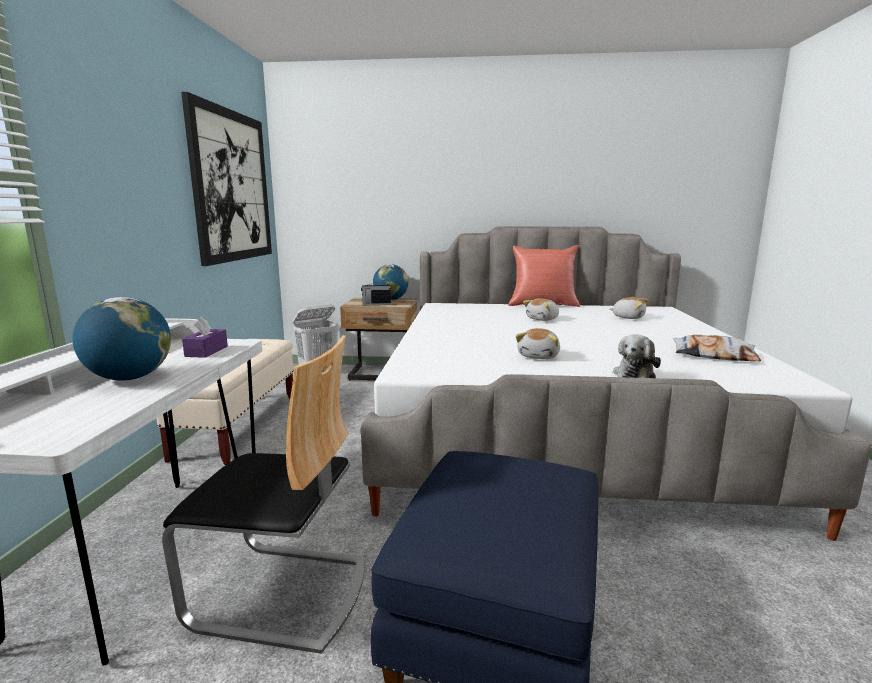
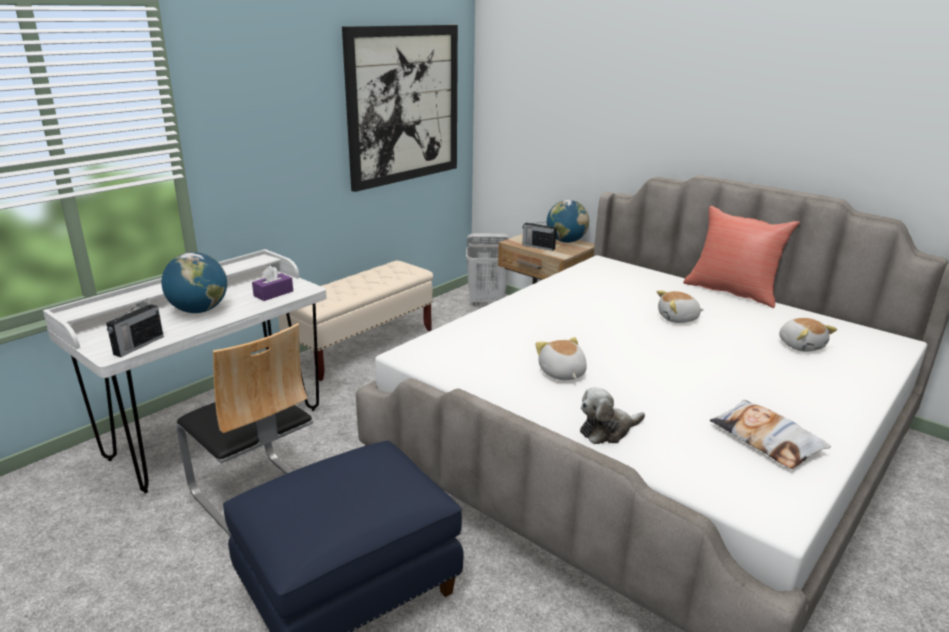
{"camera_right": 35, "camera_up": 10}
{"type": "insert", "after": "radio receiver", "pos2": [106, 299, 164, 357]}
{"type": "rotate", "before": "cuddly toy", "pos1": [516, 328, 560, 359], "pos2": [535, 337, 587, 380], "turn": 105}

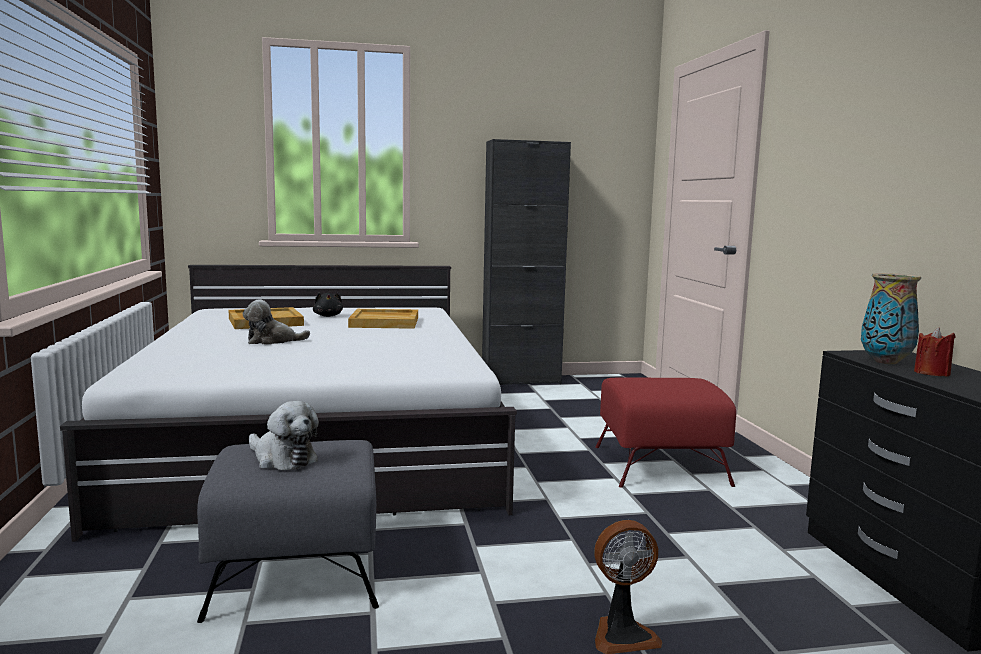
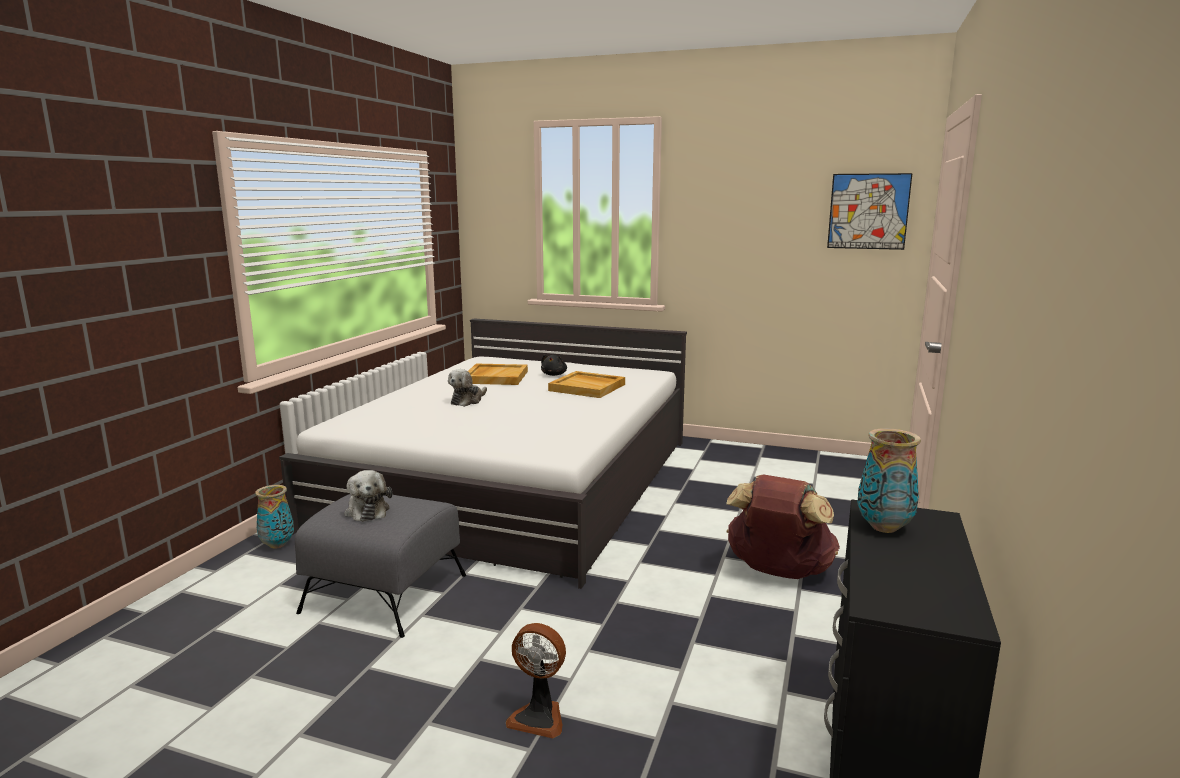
{"camera_right": 30, "camera_up": 5}
{"type": "insert", "after": "vase", "pos2": [255, 485, 294, 549]}
{"type": "rotate", "before": "cuddly toy", "pos1": [243, 300, 310, 345], "pos2": [448, 369, 487, 407], "turn": -75}
{"type": "replace", "before": "pouffe/reddish", "after": "backpack/brownish", "pos1": [595, 377, 736, 488], "pos2": [726, 474, 840, 579]}
{"type": "insert", "after": "picture", "pos2": [827, 173, 912, 250]}
{"type": "delete", "before": "storage cabinet/black-coloured", "pos1": [482, 139, 571, 385]}
{"type": "delete", "before": "candle/reddish", "pos1": [914, 328, 956, 377]}

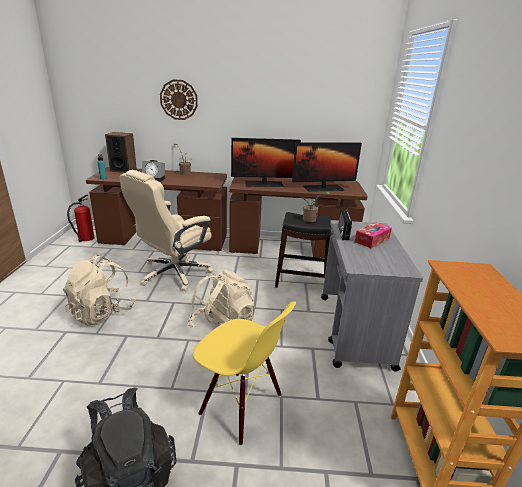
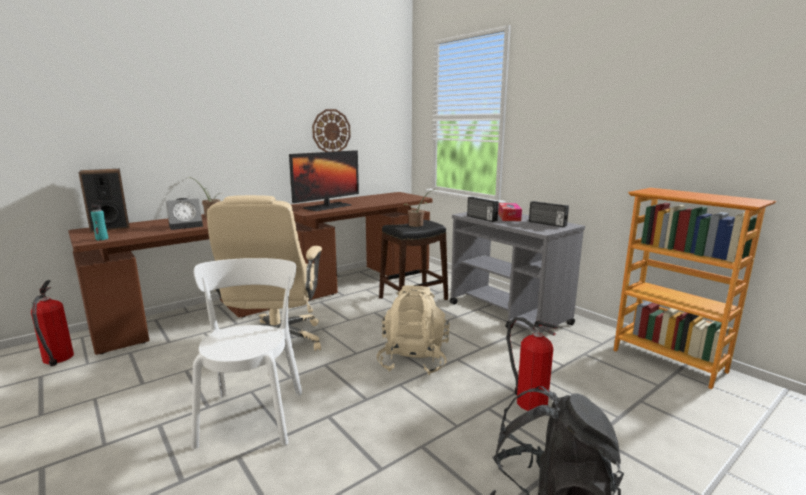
{"camera_right": -40, "camera_up": -10}
{"type": "replace", "before": "backpack/beige", "after": "upright chair/whitish", "pos1": [63, 255, 135, 326], "pos2": [191, 258, 303, 449]}
{"type": "move", "before": "wall clock", "pos1": [160, 79, 198, 120], "pos2": [312, 109, 351, 152]}
{"type": "replace", "before": "upright chair/yellow-coloured", "after": "extinguisher", "pos1": [193, 301, 296, 446], "pos2": [507, 317, 558, 411]}
{"type": "insert", "after": "radio receiver", "pos2": [529, 201, 569, 227]}
{"type": "delete", "before": "monitor", "pos1": [292, 143, 362, 192]}

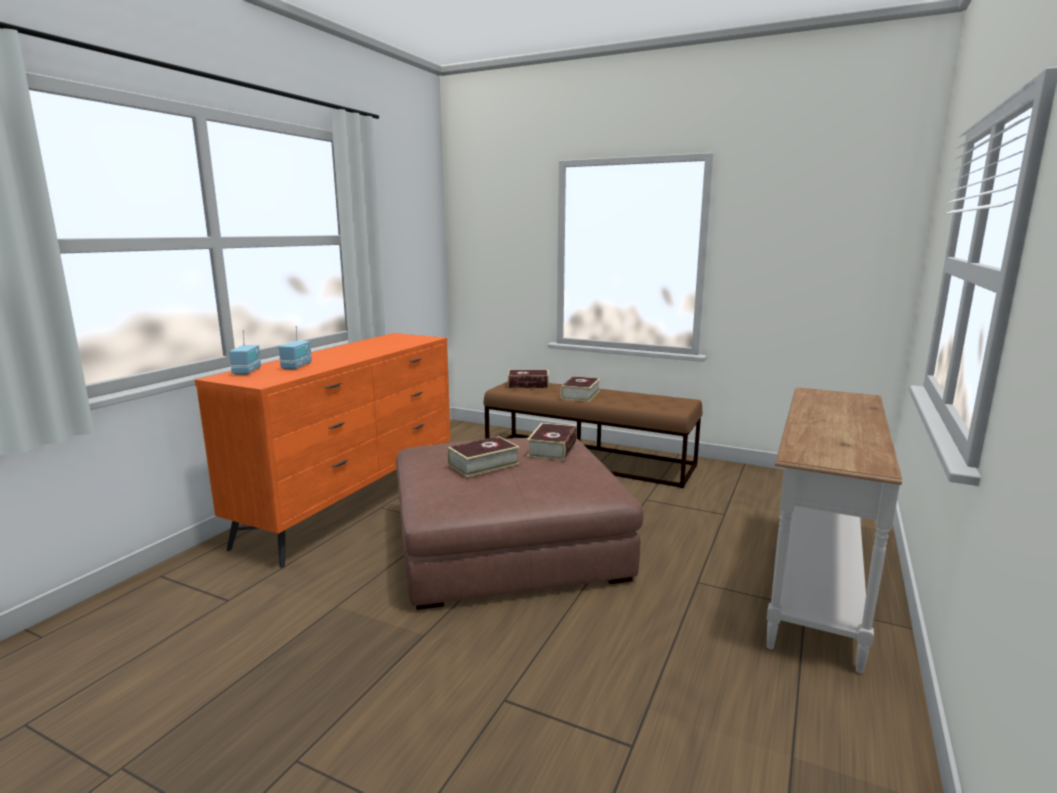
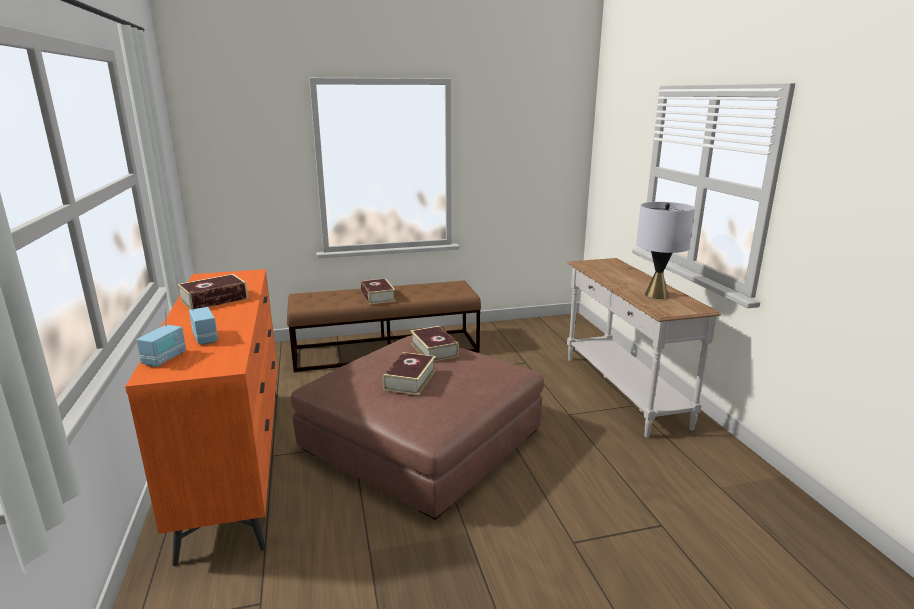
{"camera_right": -40, "camera_up": 5}
{"type": "rotate", "before": "radio receiver", "pos1": [229, 330, 261, 375], "pos2": [136, 308, 186, 367], "turn": 60}
{"type": "move", "before": "book", "pos1": [508, 369, 549, 388], "pos2": [177, 274, 248, 310]}
{"type": "insert", "after": "table lamp/grey", "pos2": [636, 202, 695, 299]}

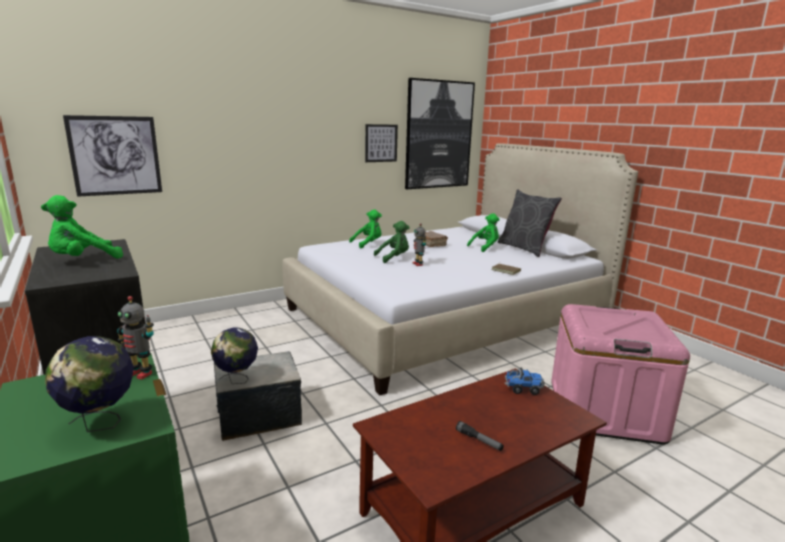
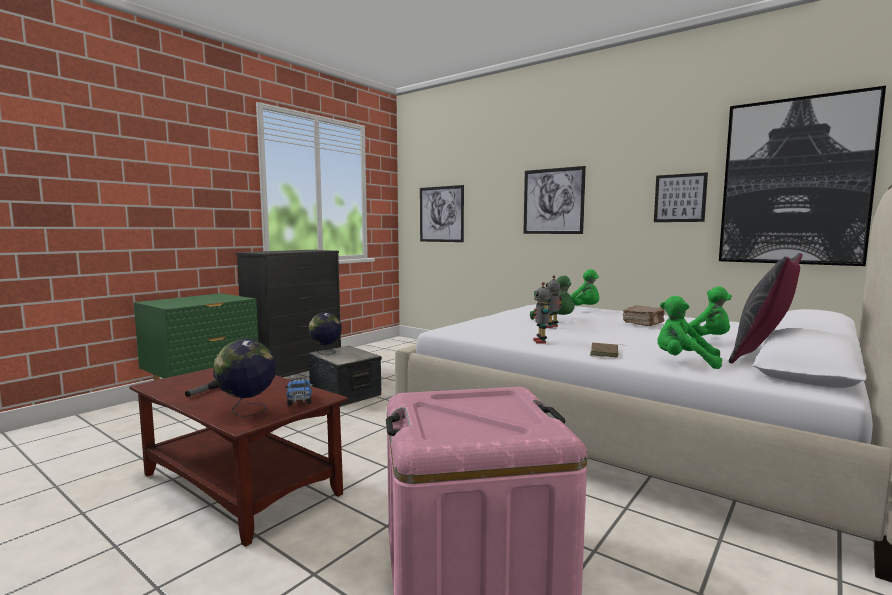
{"camera_right": 70, "camera_up": -10}
{"type": "move", "before": "desk globe", "pos1": [45, 336, 134, 432], "pos2": [213, 339, 276, 417]}
{"type": "insert", "after": "picture", "pos2": [523, 166, 586, 234]}
{"type": "move", "before": "model robot", "pos1": [117, 296, 154, 380], "pos2": [533, 282, 551, 343]}
{"type": "move", "before": "cuddly toy/greenish", "pos1": [41, 195, 123, 259], "pos2": [657, 296, 722, 369]}

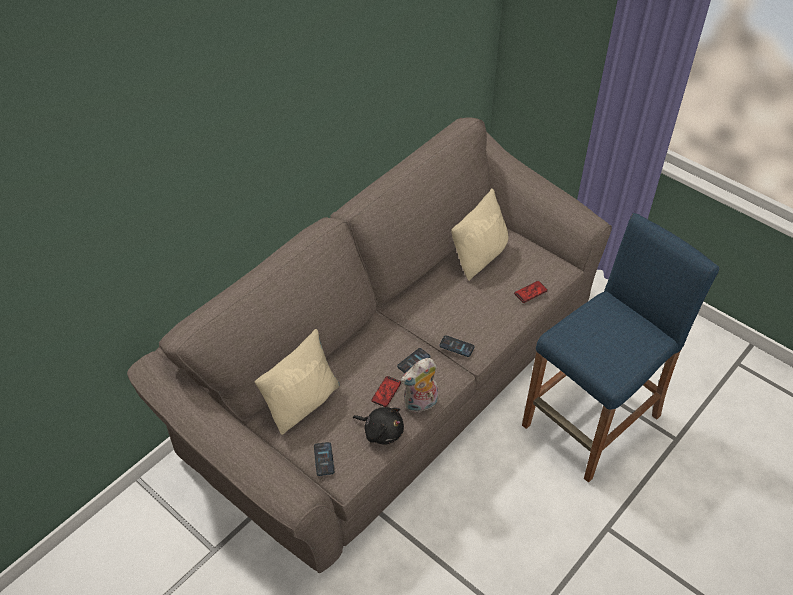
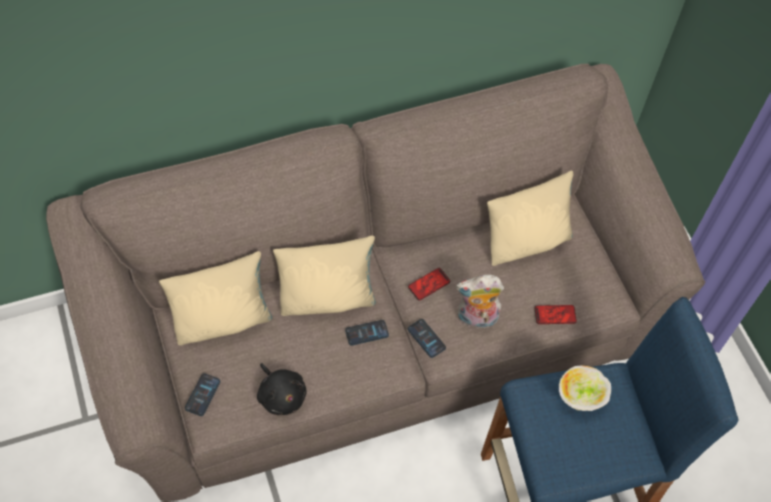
{"camera_right": 25, "camera_up": 10}
{"type": "insert", "after": "throw pillow/beige", "pos2": [273, 235, 376, 316]}
{"type": "move", "before": "phone", "pos1": [371, 376, 401, 407], "pos2": [408, 268, 450, 300]}
{"type": "move", "before": "cuddly toy", "pos1": [400, 358, 438, 413], "pos2": [456, 274, 504, 329]}
{"type": "insert", "after": "bowl", "pos2": [559, 366, 611, 411]}

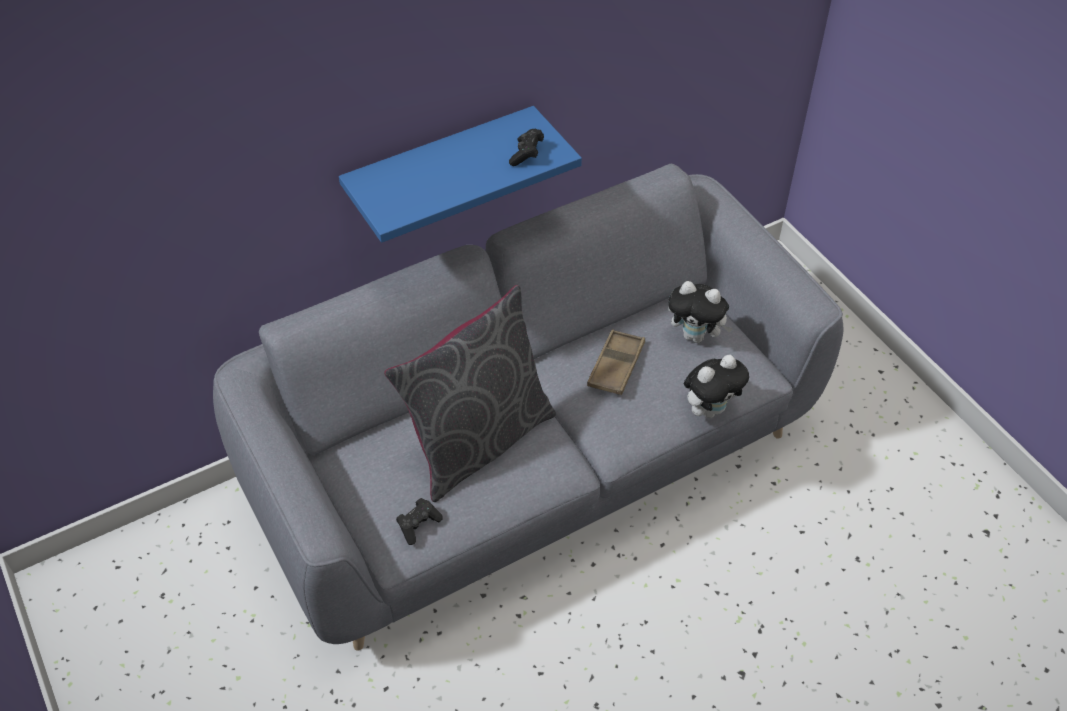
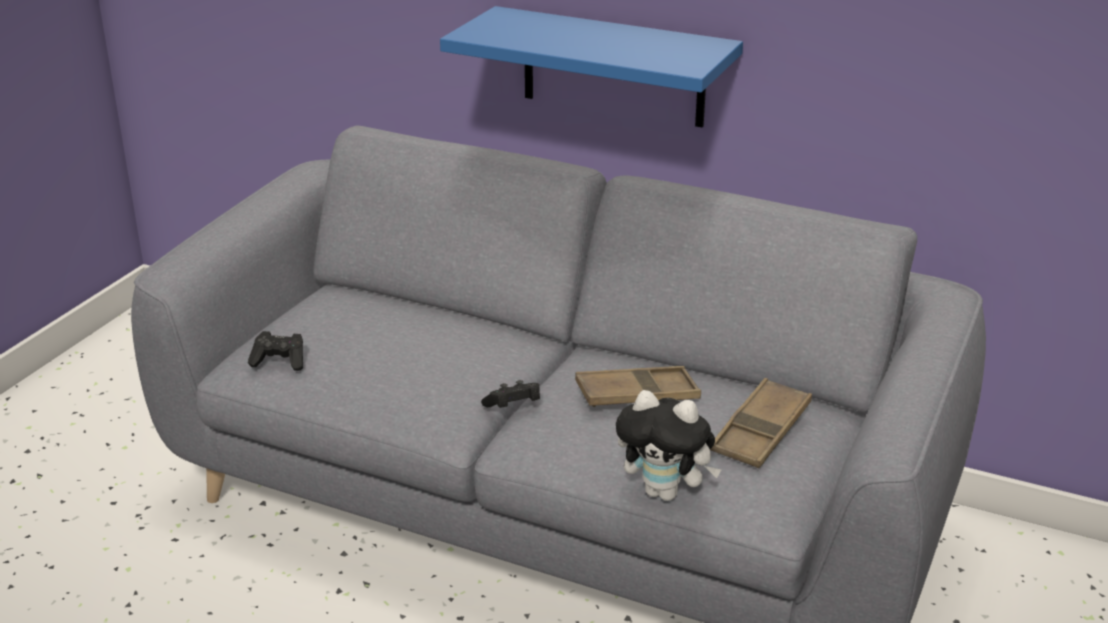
{"camera_right": 55, "camera_up": -20}
{"type": "move", "before": "joypad/black-coloured", "pos1": [509, 129, 544, 166], "pos2": [481, 380, 540, 408]}
{"type": "replace", "before": "cuddly toy", "after": "serving tray/brownish", "pos1": [668, 281, 733, 343], "pos2": [710, 378, 812, 468]}
{"type": "delete", "before": "throw pillow/grey", "pos1": [384, 285, 556, 502]}

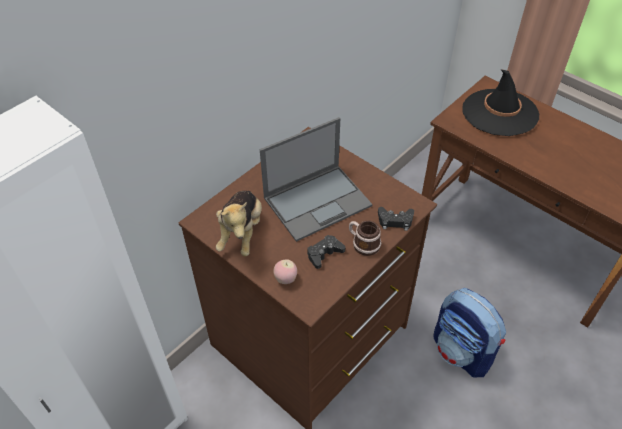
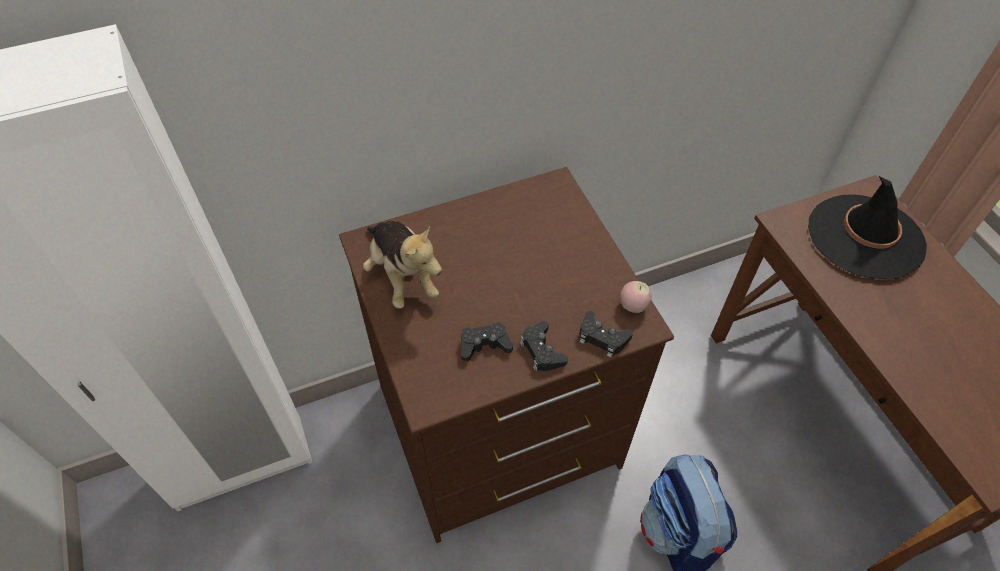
{"camera_right": 25, "camera_up": 5}
{"type": "rotate", "before": "cuddly toy", "pos1": [216, 191, 262, 256], "pos2": [363, 221, 442, 308], "turn": -60}
{"type": "replace", "before": "coffee mug", "after": "joypad/black-coloured", "pos1": [349, 221, 381, 256], "pos2": [520, 321, 568, 371]}
{"type": "move", "before": "apple fruit", "pos1": [274, 259, 297, 284], "pos2": [621, 281, 652, 313]}
{"type": "delete", "before": "notebook computer", "pos1": [260, 117, 372, 242]}

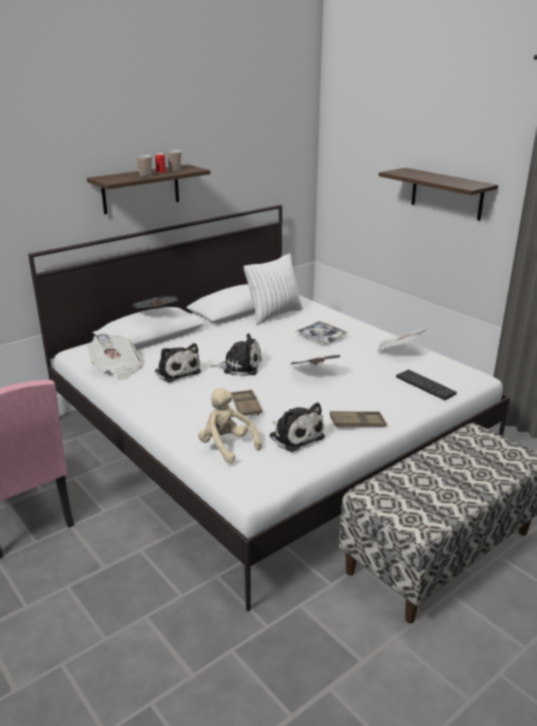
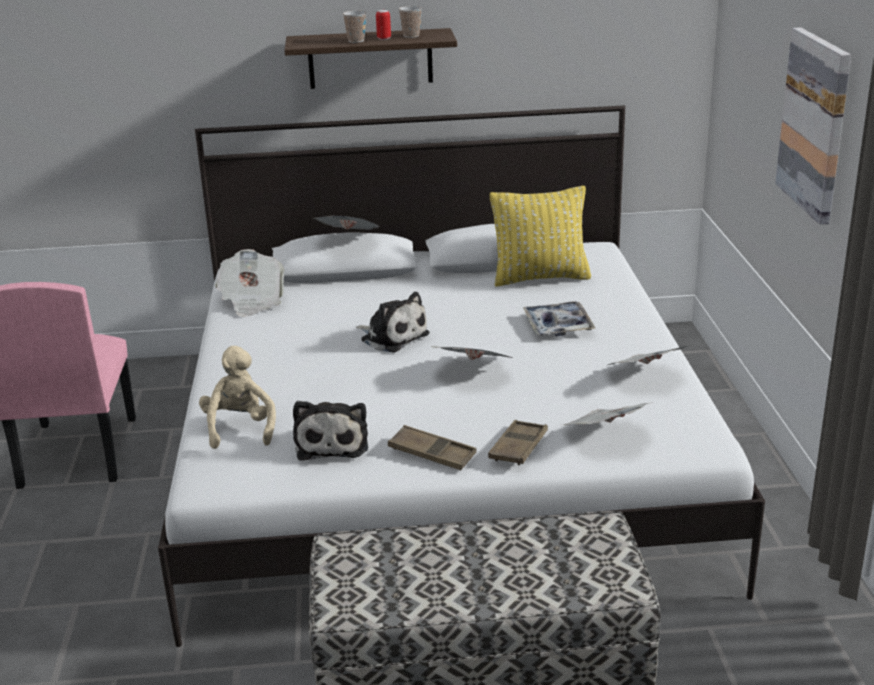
{"camera_right": 35, "camera_up": 0}
{"type": "move", "before": "serving tray/brownish", "pos1": [231, 389, 262, 416], "pos2": [488, 420, 548, 465]}
{"type": "recolor", "before": "throw pillow/whitish", "after": "throw pillow/yellow-coloured", "pos1": [244, 253, 303, 325], "pos2": [490, 186, 591, 287]}
{"type": "replace", "before": "PC keyboard", "after": "newspaper", "pos1": [396, 369, 457, 400], "pos2": [563, 402, 653, 425]}
{"type": "replace", "before": "bracket shelf", "after": "picture", "pos1": [379, 168, 498, 221], "pos2": [775, 27, 851, 225]}
{"type": "delete", "before": "cuddly toy", "pos1": [155, 343, 201, 383]}

